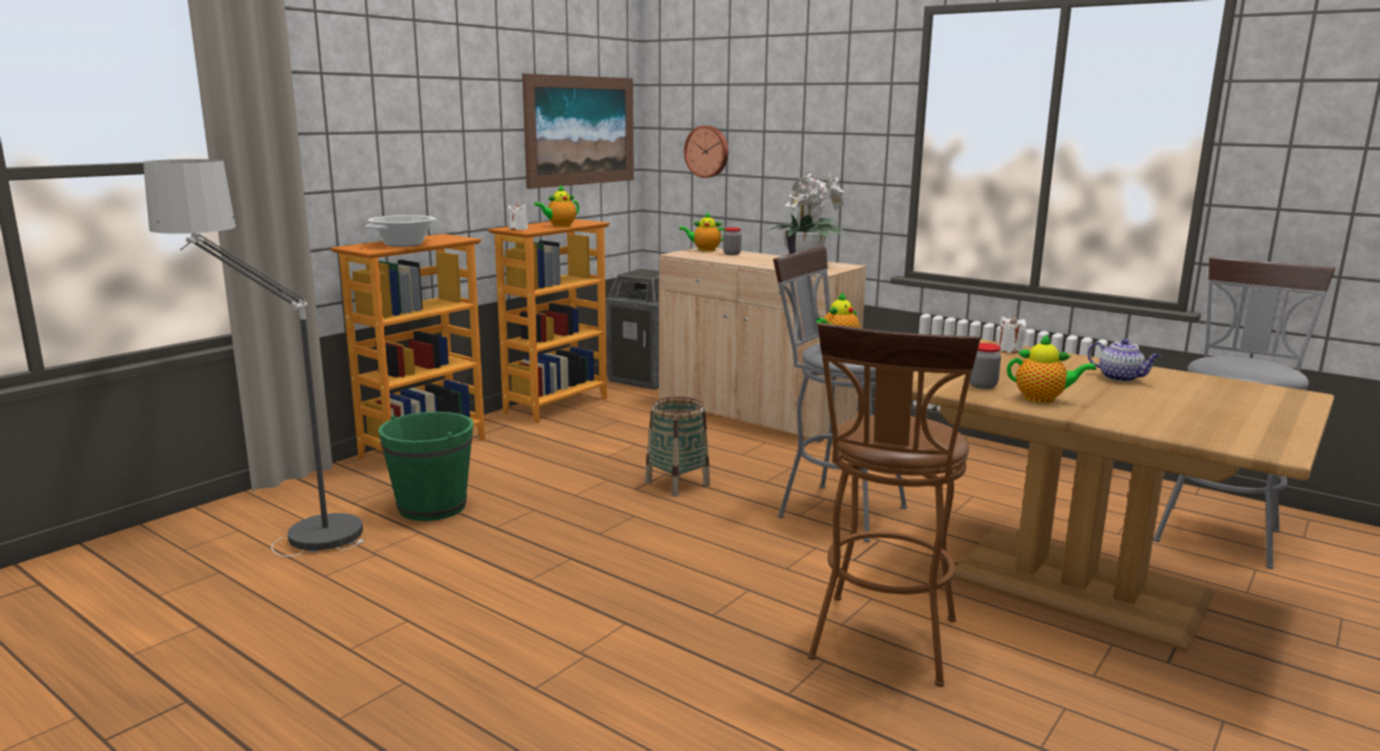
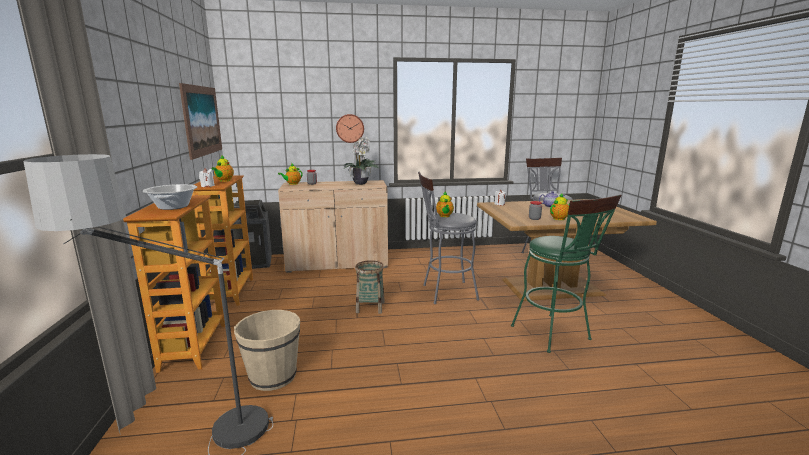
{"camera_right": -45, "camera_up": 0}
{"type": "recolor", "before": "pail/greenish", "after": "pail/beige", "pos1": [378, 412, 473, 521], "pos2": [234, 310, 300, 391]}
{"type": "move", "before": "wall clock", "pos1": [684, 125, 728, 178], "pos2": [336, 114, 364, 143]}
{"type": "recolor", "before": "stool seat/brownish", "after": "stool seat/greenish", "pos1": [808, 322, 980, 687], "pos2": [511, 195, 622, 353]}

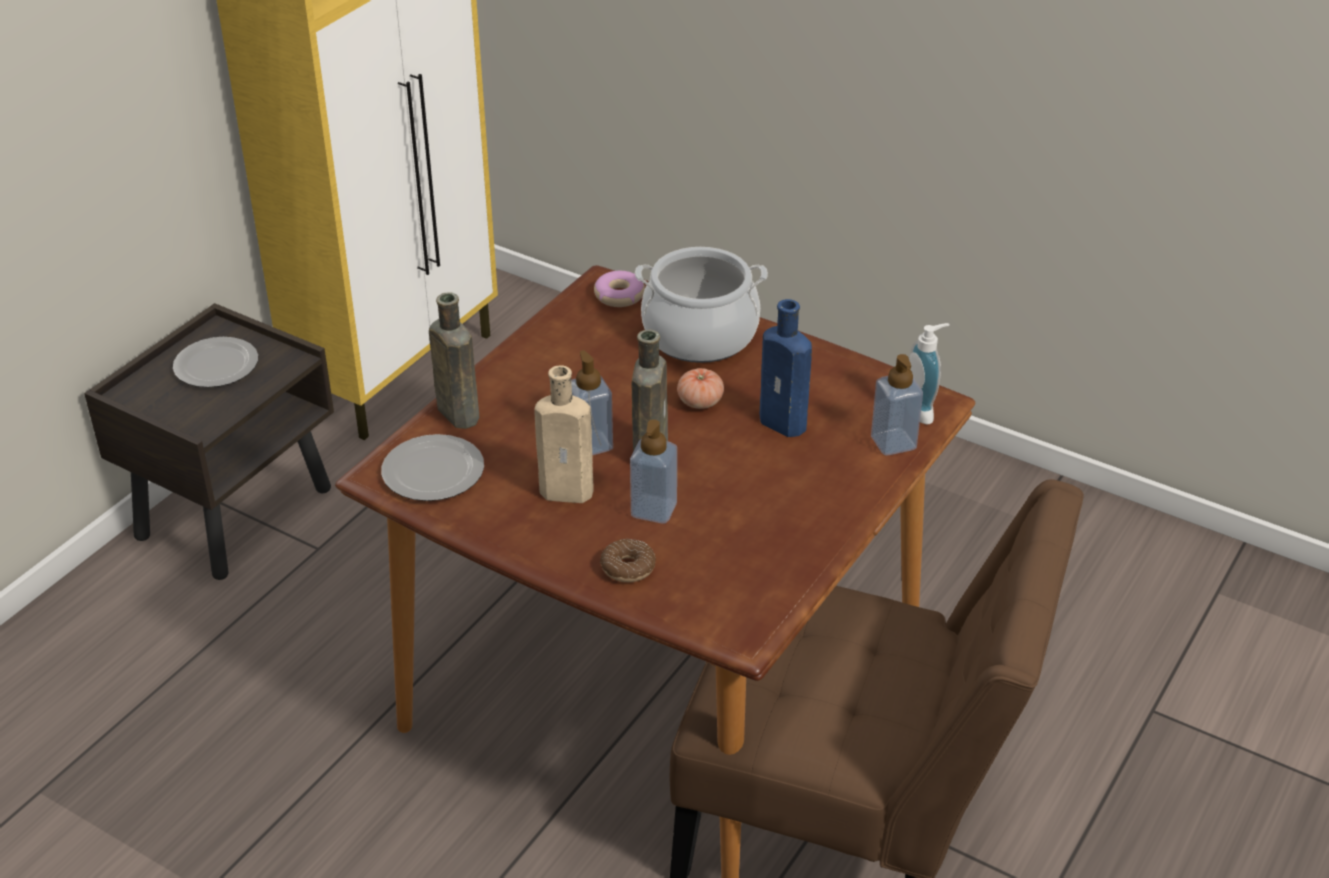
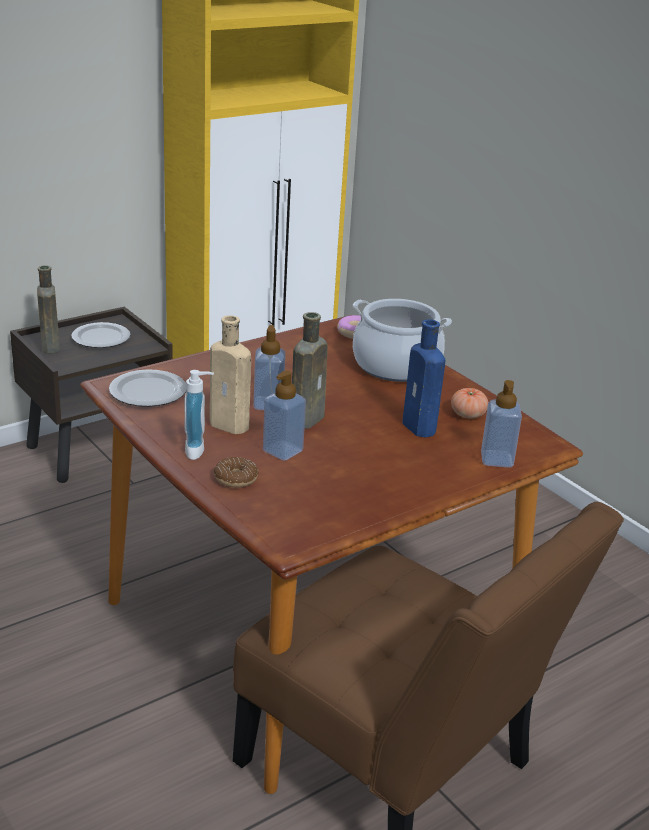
{"camera_right": 20, "camera_up": -10}
{"type": "move", "before": "beverage bottle/brownish", "pos1": [429, 292, 479, 429], "pos2": [37, 265, 60, 354]}
{"type": "move", "before": "soap dispenser", "pos1": [909, 323, 950, 424], "pos2": [184, 370, 214, 460]}
{"type": "move", "before": "fresh tomato", "pos1": [677, 368, 724, 409], "pos2": [451, 388, 488, 419]}

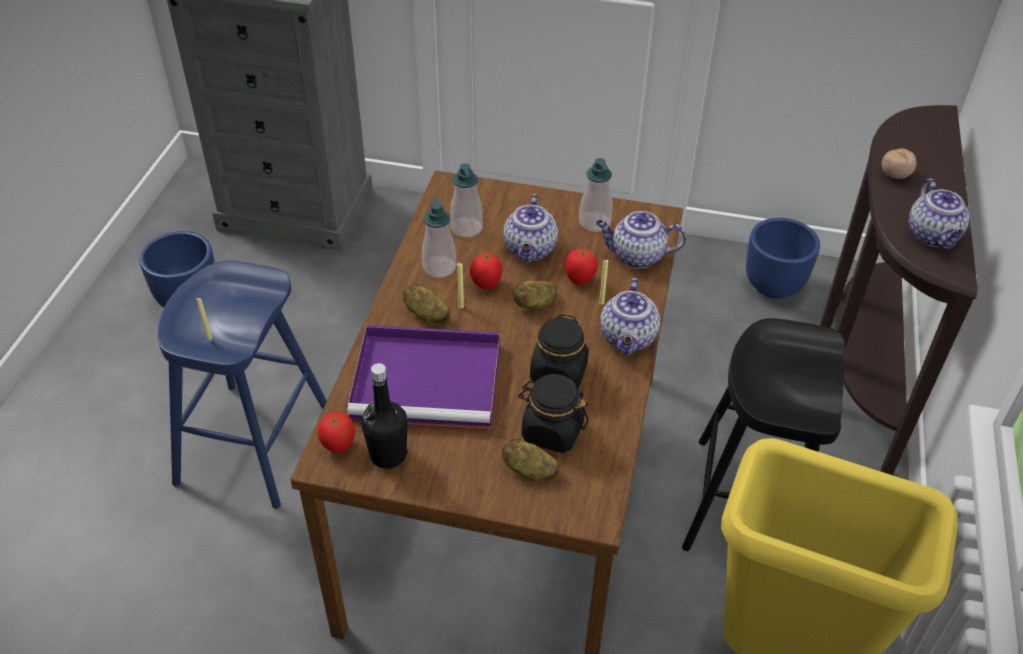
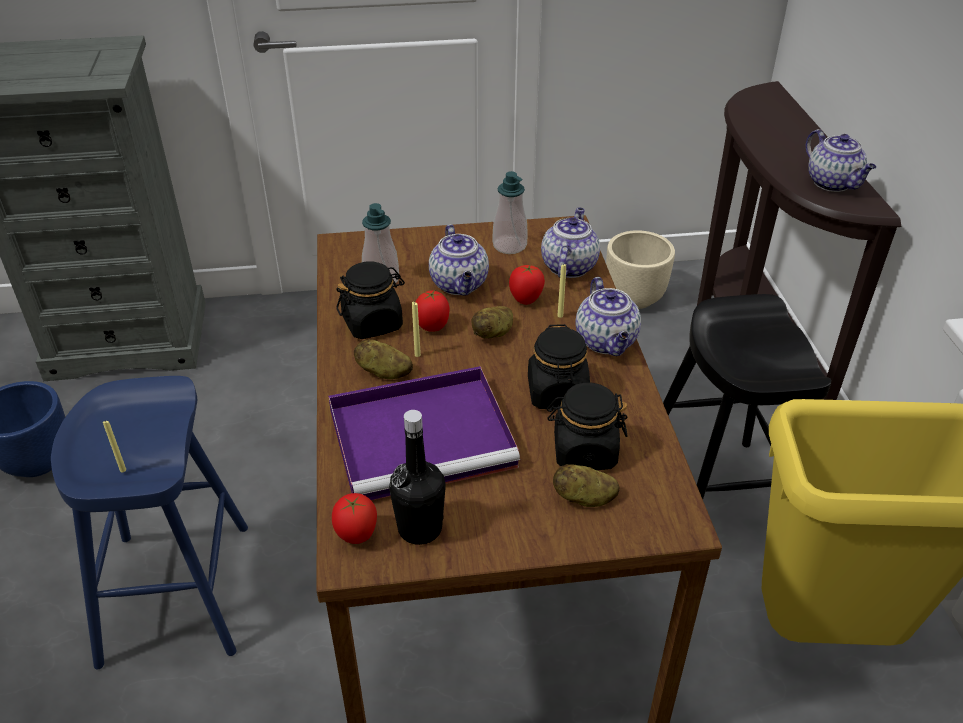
{"camera_right": -20, "camera_up": -5}
{"type": "replace", "before": "soap dispenser", "after": "preserve jar/black-coloured", "pos1": [422, 196, 457, 278], "pos2": [336, 262, 405, 339]}
{"type": "rotate", "before": "pot for tea", "pos1": [596, 211, 687, 268], "pos2": [541, 208, 600, 278], "turn": 120}
{"type": "recolor", "before": "plant pot/blue-coloured", "after": "plant pot/beige", "pos1": [746, 218, 820, 299], "pos2": [606, 230, 675, 309]}
{"type": "delete", "before": "fresh tomato", "pos1": [882, 149, 917, 179]}

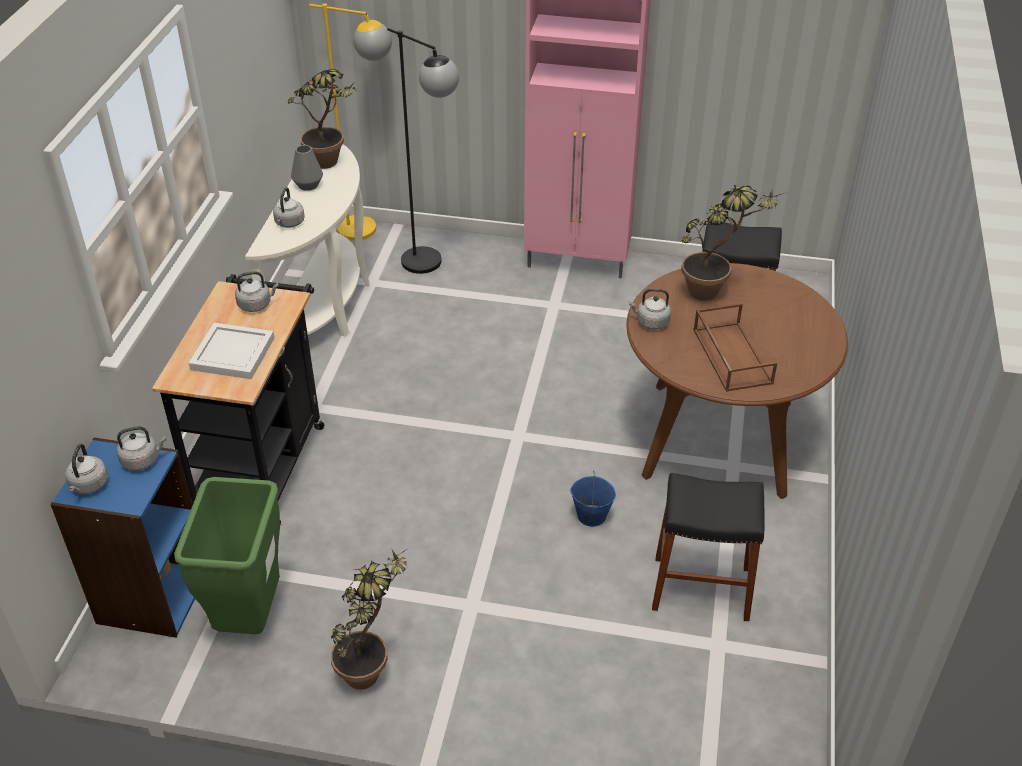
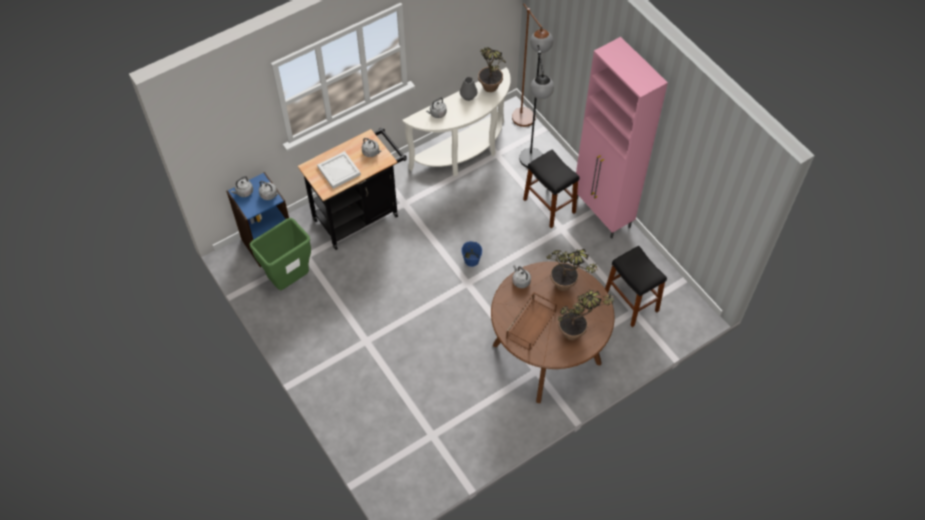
{"camera_right": 45, "camera_up": 15}
{"type": "move", "before": "pail/blue-coloured", "pos1": [570, 471, 616, 527], "pos2": [461, 241, 482, 267]}
{"type": "recolor", "before": "standing lamp/yellow-coloured", "after": "standing lamp/brownish", "pos1": [309, 3, 392, 241], "pos2": [512, 4, 553, 127]}
{"type": "move", "before": "stool seat/black-coloured", "pos1": [652, 473, 765, 621], "pos2": [523, 150, 579, 228]}
{"type": "move", "before": "plant in a pot", "pos1": [331, 547, 410, 690], "pos2": [558, 290, 614, 340]}

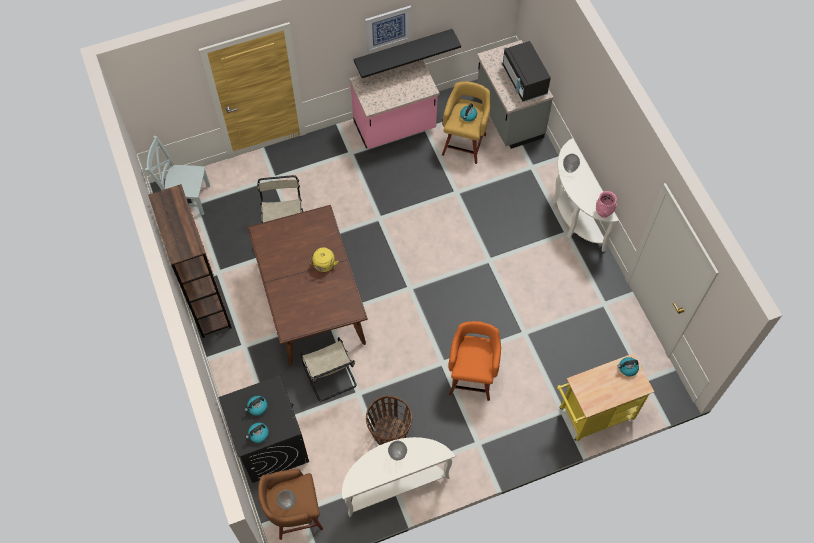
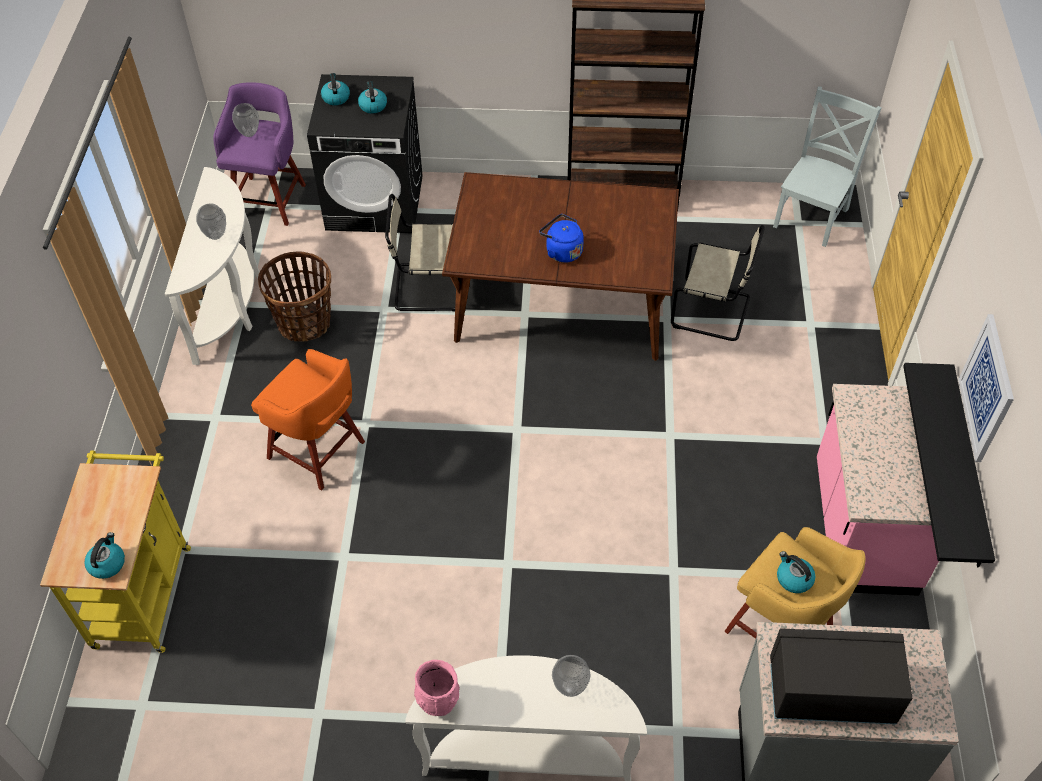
{"camera_right": 115, "camera_up": -10}
{"type": "recolor", "before": "stool seat/brownish", "after": "stool seat/purple-coloured", "pos1": [258, 469, 323, 540], "pos2": [213, 82, 306, 226]}
{"type": "recolor", "before": "water kettle/yellow-coloured", "after": "water kettle/blue-coloured", "pos1": [309, 247, 339, 272], "pos2": [539, 214, 584, 263]}

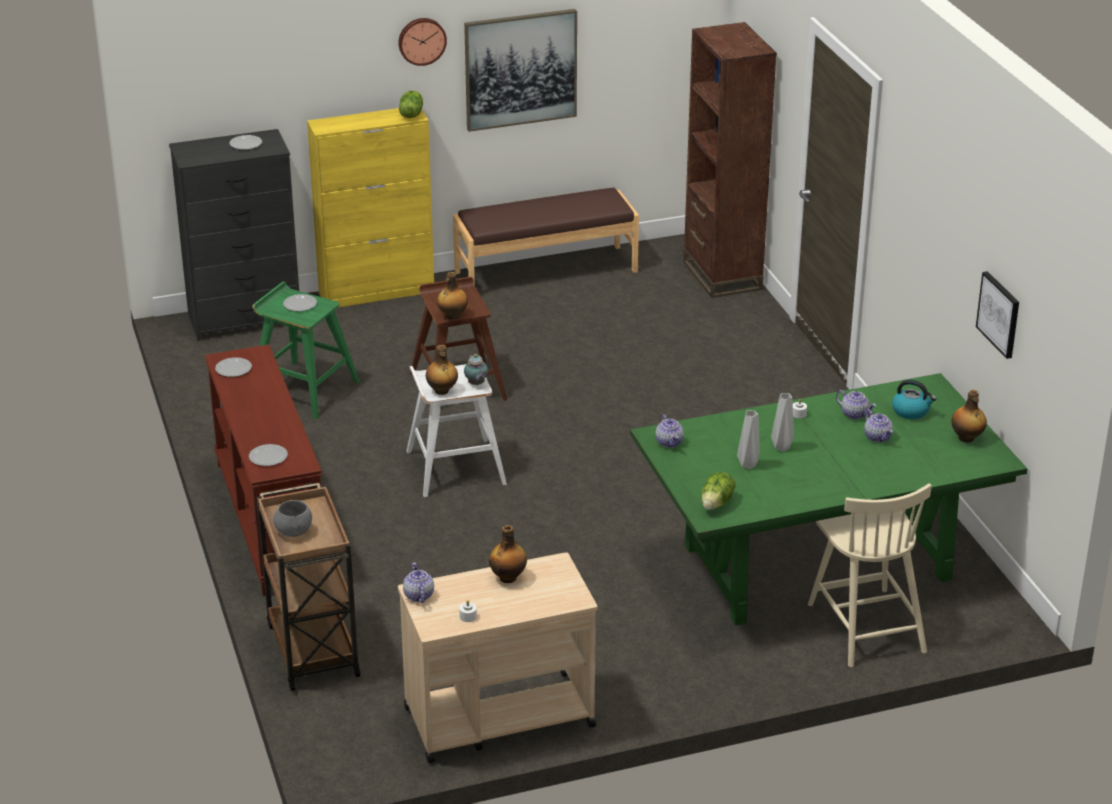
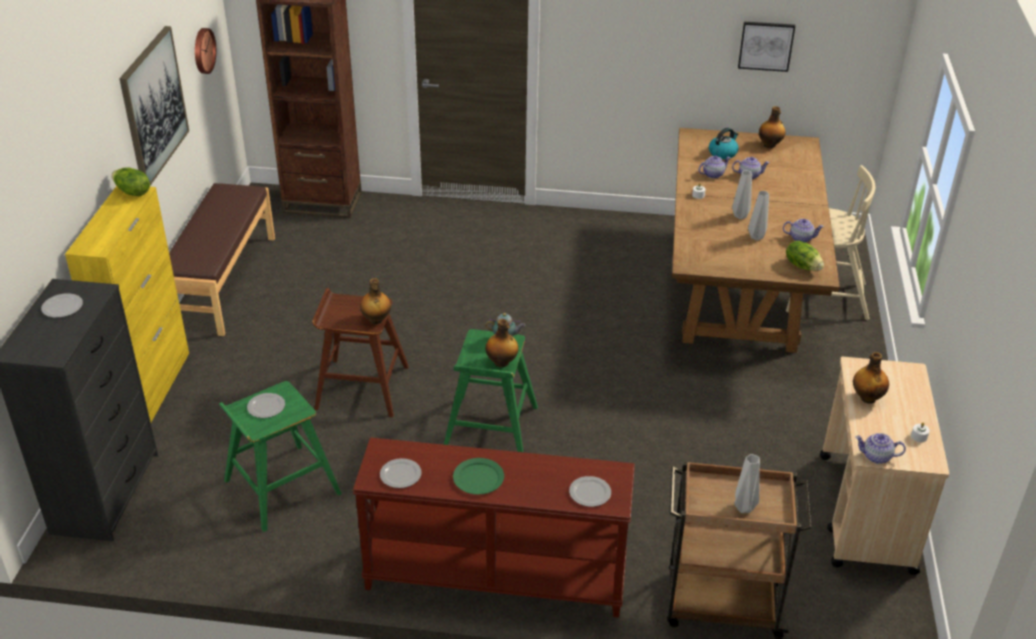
{"camera_right": -65, "camera_up": 5}
{"type": "move", "before": "wall clock", "pos1": [398, 18, 447, 66], "pos2": [195, 28, 216, 74]}
{"type": "recolor", "before": "stool seat/whitish", "after": "stool seat/greenish", "pos1": [406, 364, 507, 497], "pos2": [444, 329, 538, 452]}
{"type": "insert", "after": "flat dish/greenish", "pos2": [453, 458, 504, 495]}
{"type": "recolor", "before": "dinner table/greenish", "after": "dinner table/brownish", "pos1": [630, 373, 1028, 625], "pos2": [672, 128, 840, 353]}
{"type": "replace", "before": "bowl/grey", "after": "vase/grey", "pos1": [273, 500, 312, 537], "pos2": [734, 454, 760, 513]}
{"type": "move", "before": "pot for tea", "pos1": [655, 414, 684, 448], "pos2": [783, 219, 824, 243]}

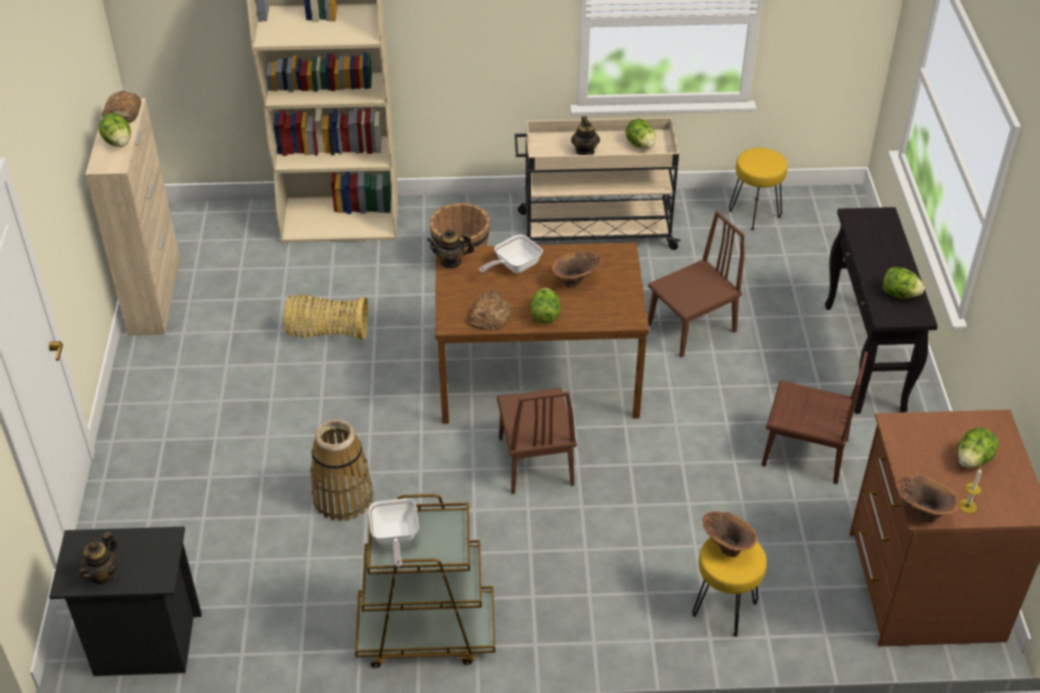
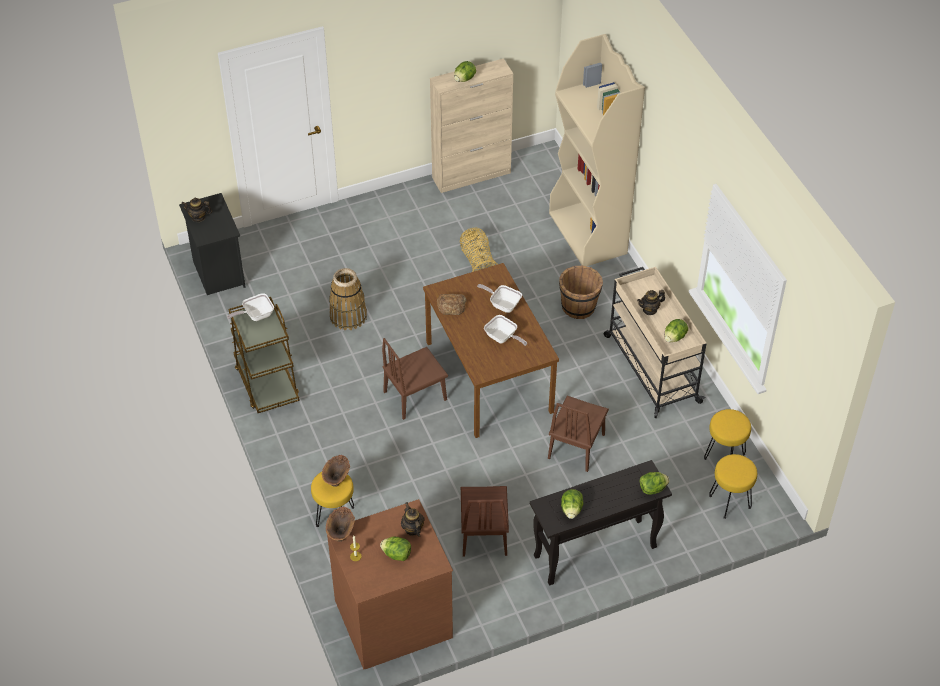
{"camera_right": 70, "camera_up": 5}
{"type": "move", "before": "pot for tea", "pos1": [427, 229, 474, 269], "pos2": [401, 502, 424, 537]}
{"type": "replace", "before": "vase/brownish", "after": "frying pan", "pos1": [552, 251, 601, 288], "pos2": [484, 315, 527, 346]}
{"type": "rotate", "before": "upright chair/brownish", "pos1": [648, 211, 745, 358], "pos2": [548, 395, 609, 472], "turn": 75}
{"type": "move", "before": "head of lettuce", "pos1": [530, 288, 561, 324], "pos2": [640, 472, 669, 495]}
{"type": "insert", "after": "stool seat/yellow-coloured", "pos2": [709, 454, 757, 519]}
{"type": "delete", "before": "bread", "pos1": [102, 91, 141, 123]}

